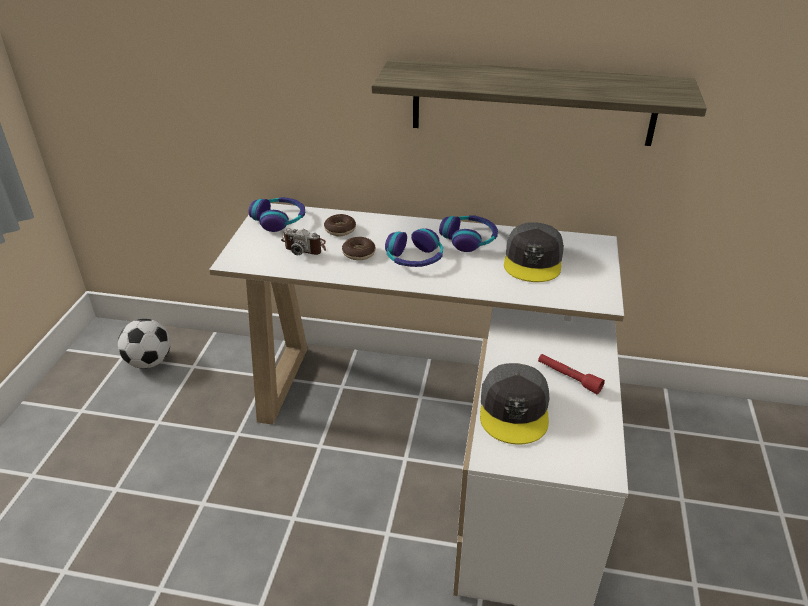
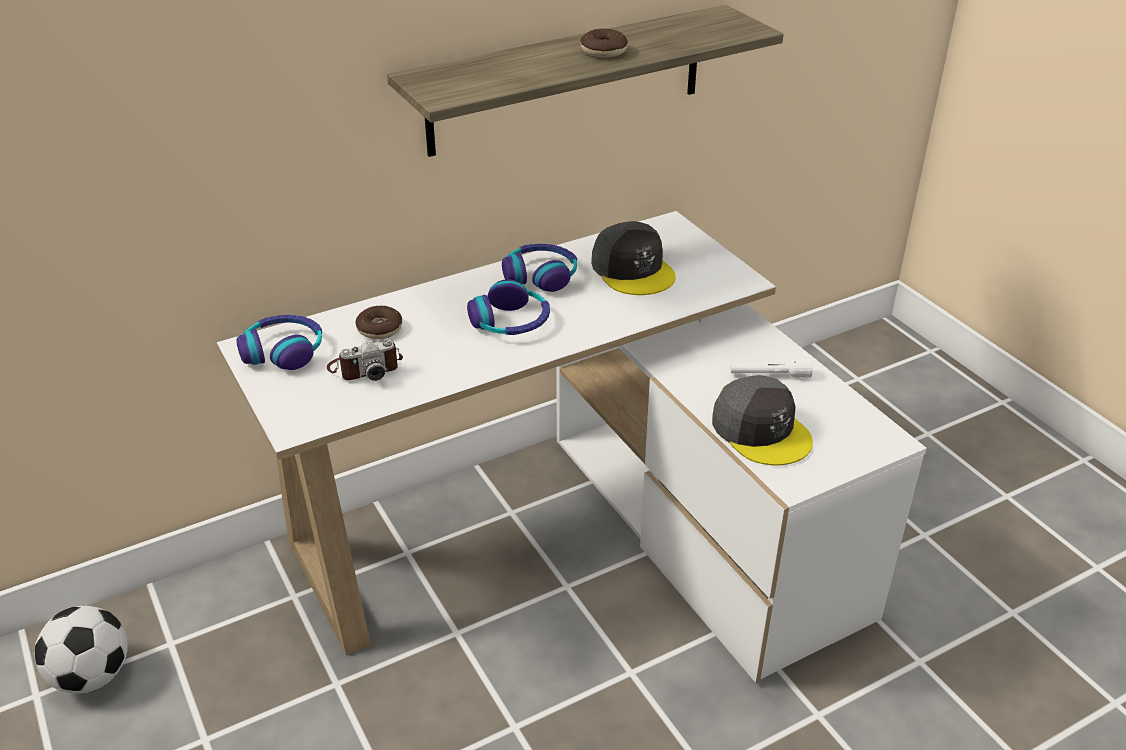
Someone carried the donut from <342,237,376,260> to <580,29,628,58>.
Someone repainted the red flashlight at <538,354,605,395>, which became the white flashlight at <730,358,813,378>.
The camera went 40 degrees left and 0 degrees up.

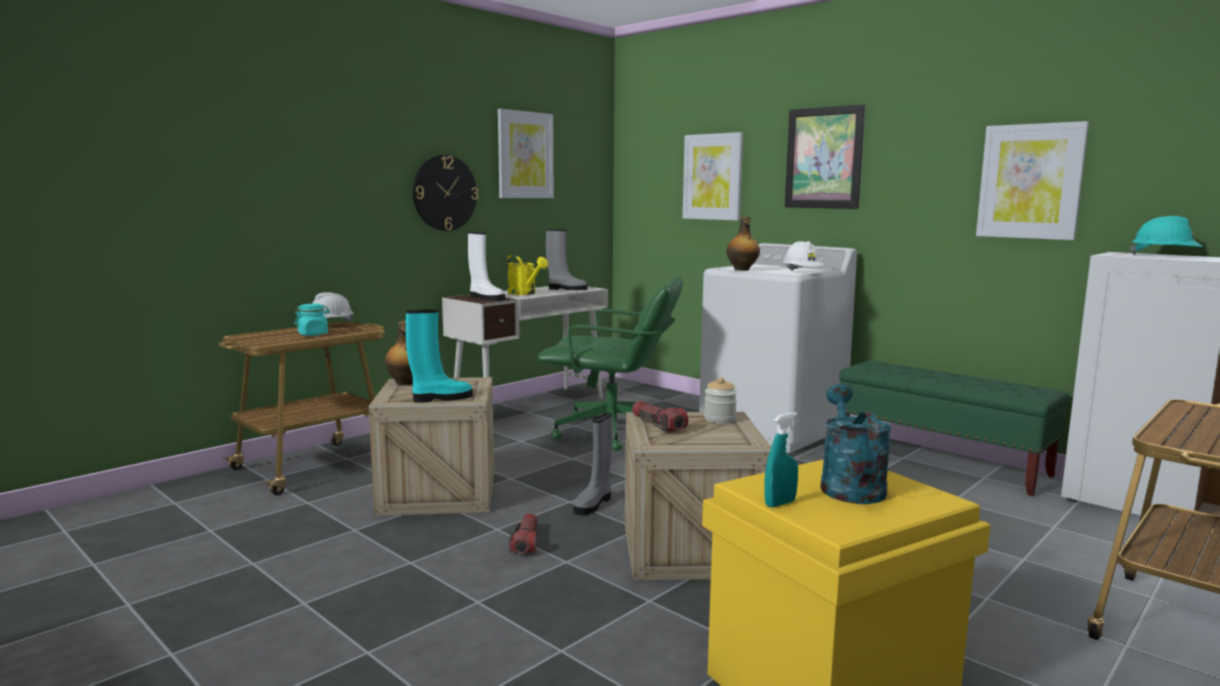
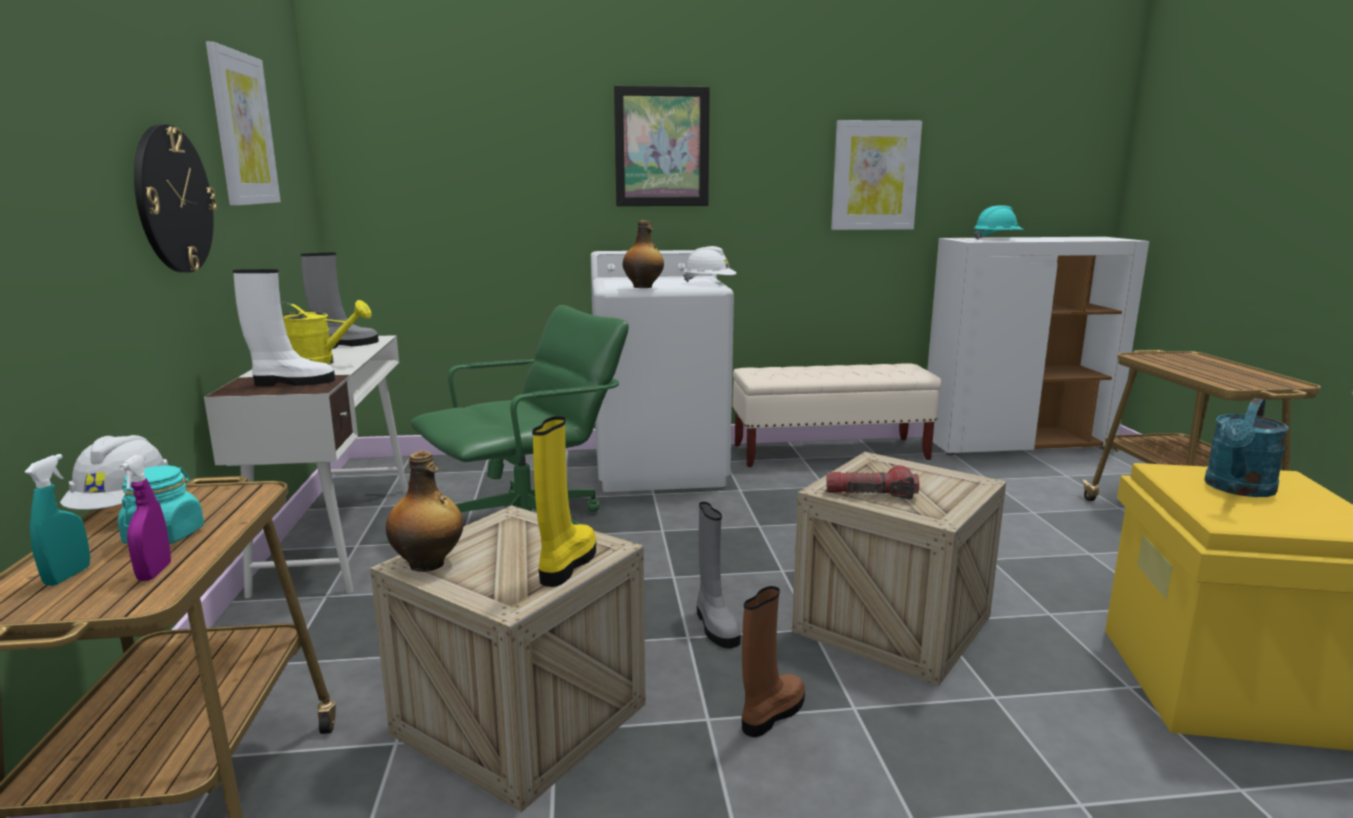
Someone repainted the turquoise boot at <406,309,473,403>, which became the yellow boot at <532,416,596,587>.
Someone swapped the flashlight at <509,513,538,554> for the brown boot at <742,586,805,737>.
Someone took away the picture at <683,132,743,221>.
Someone took away the jar at <704,377,737,423>.
Someone carried the turquoise spray bottle from <765,412,798,507> to <25,454,90,586>.
Someone rotated the turquoise watering can at <820,384,892,504> by 90 degrees counterclockwise.
Someone repainted the green bench at <837,361,1069,496>, which became the beige bench at <732,363,942,467>.
Someone put down the purple spray bottle at <119,455,171,581>.
The camera went 50 degrees left and 5 degrees up.

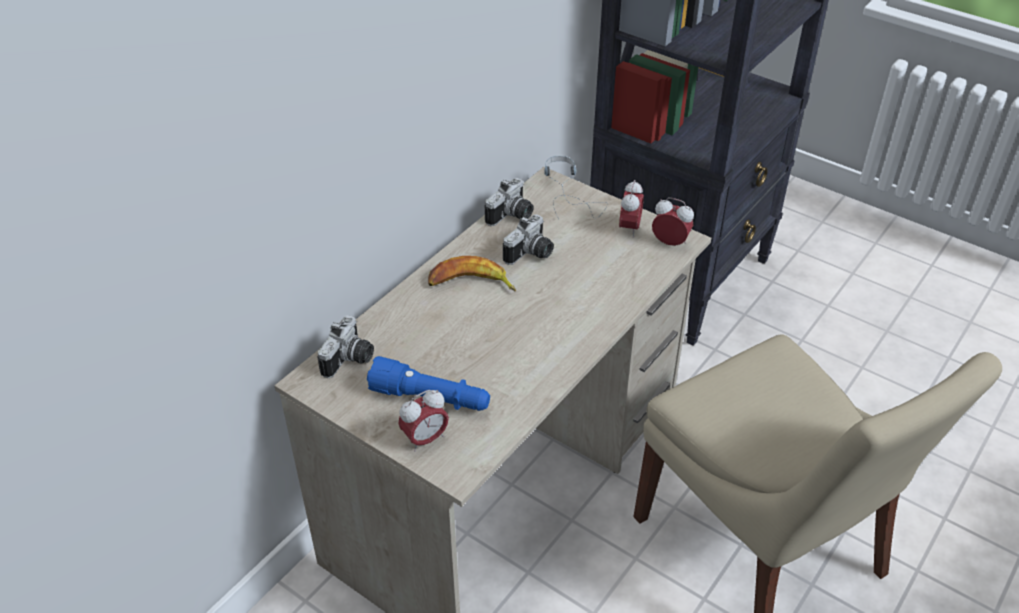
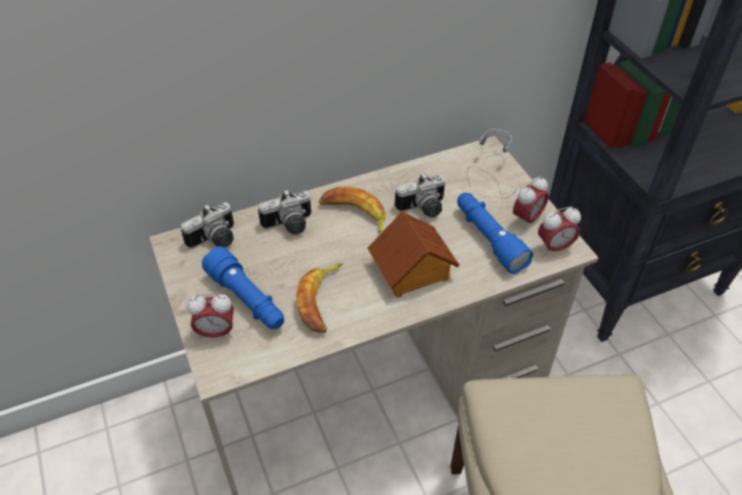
Someone carried the photo camera from <485,178,534,226> to <258,189,311,235>.
Someone rotated the alarm clock at <652,197,694,246> by 105 degrees clockwise.
Someone put down the banana at <296,263,344,333>.
Someone put down the toy house at <367,211,459,298>.
Someone put down the blue flashlight at <457,193,534,274>.
The camera went 30 degrees right and 5 degrees up.

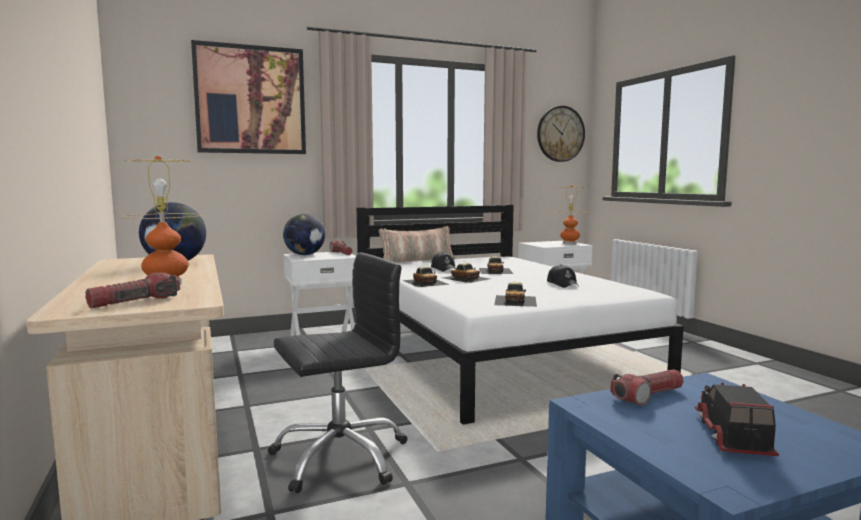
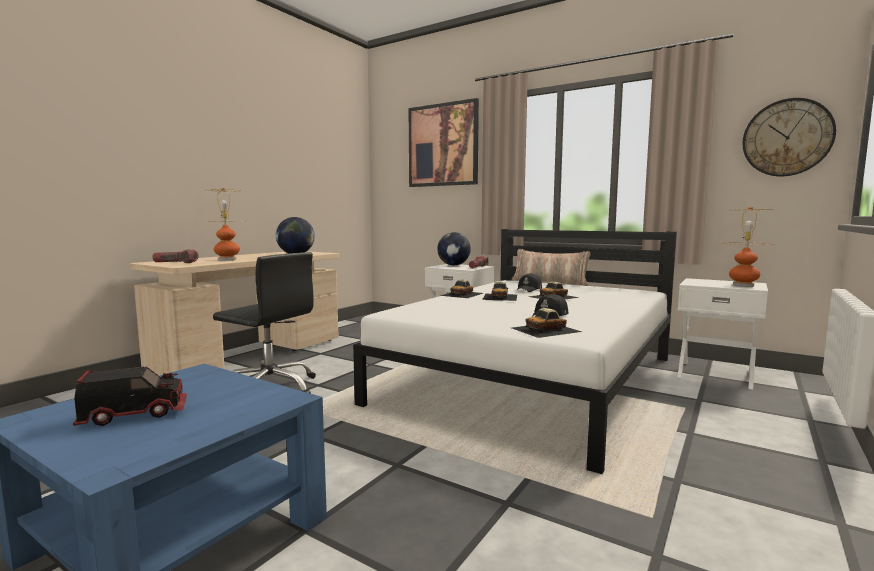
Someone carried the toy car from <494,282,537,307> to <512,308,582,338>.
Someone took away the flashlight at <610,369,684,405>.
The camera went 55 degrees right and 0 degrees up.

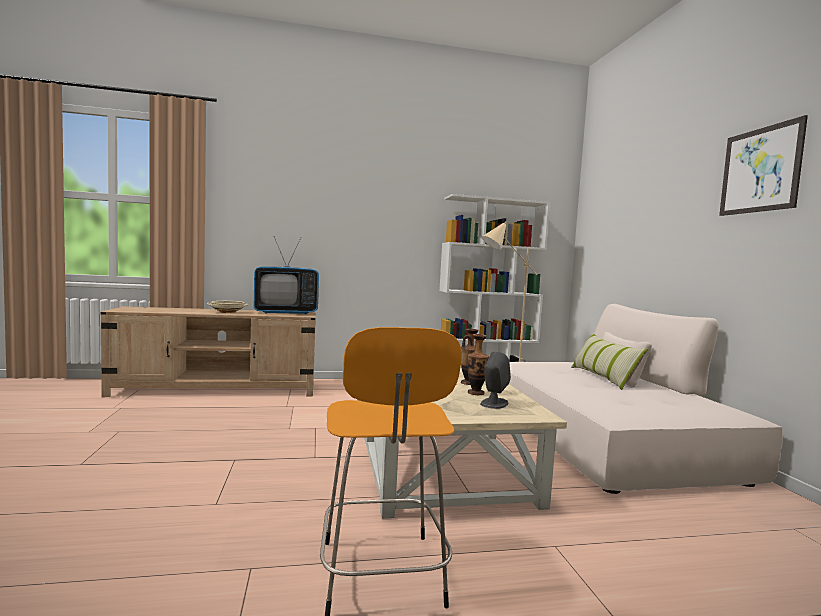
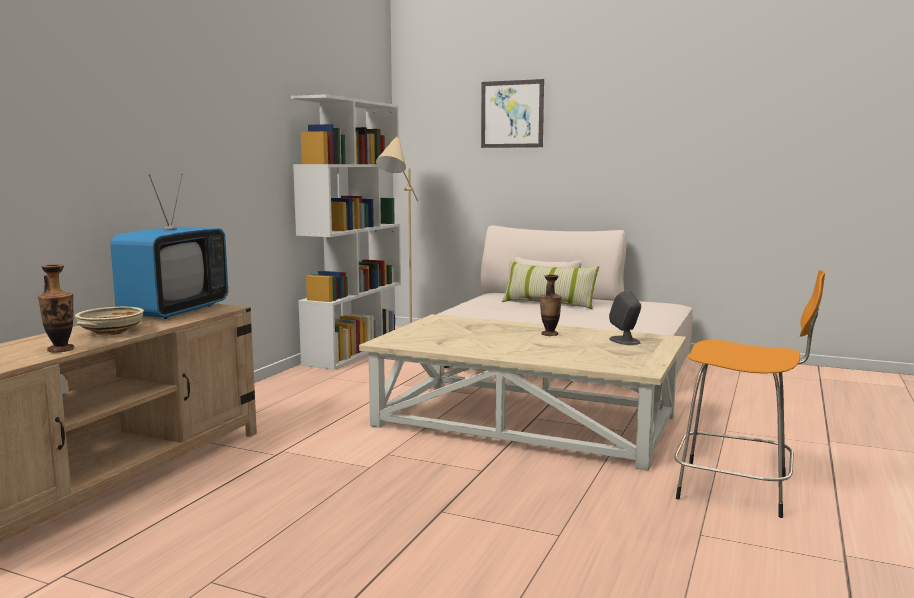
Someone carried the vase from <468,334,489,395> to <38,264,74,352>.
Someone carried the picture from <719,115,808,216> to <481,79,544,148>.
The camera went 55 degrees left and 5 degrees up.

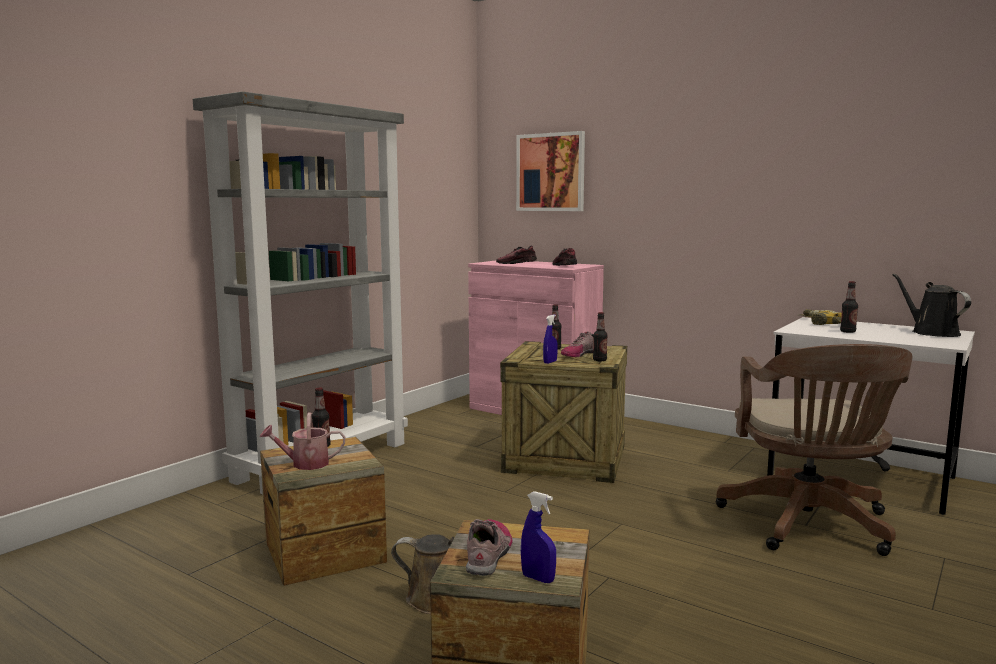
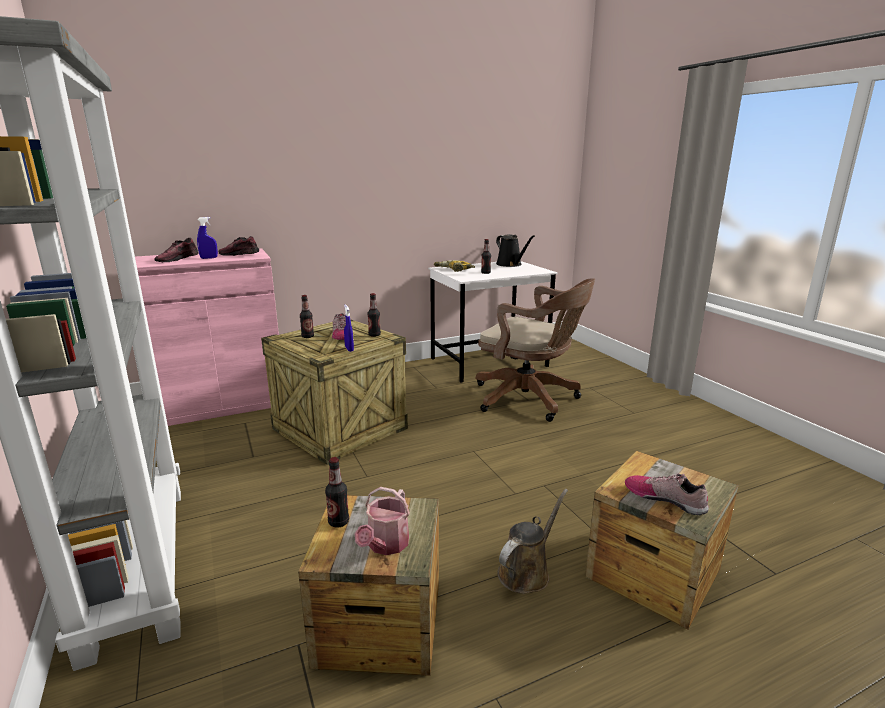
Someone took away the picture at <516,131,585,211>.
Someone carried the blue spray bottle from <521,491,556,583> to <197,217,218,259>.
Someone rotated the black watering can at <893,274,971,337> by 135 degrees counterclockwise.
The camera went 60 degrees left and 10 degrees up.

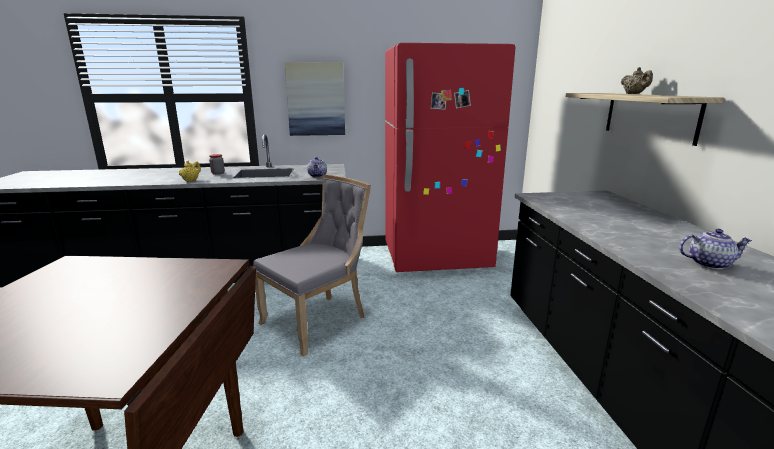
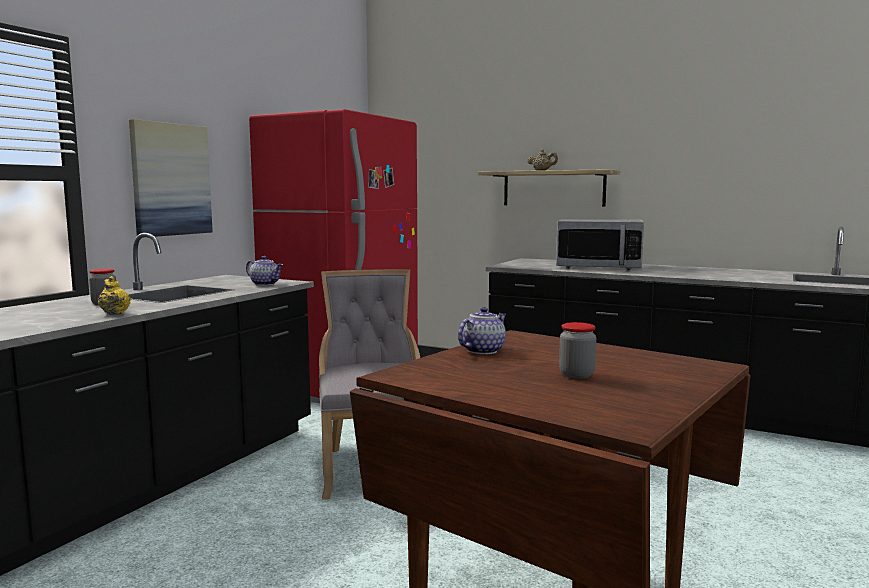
Someone carried the teapot from <679,229,752,269> to <458,307,506,354>.
Someone put down the microwave at <556,219,644,270>.
Someone put down the jar at <559,322,596,379>.
The camera went 55 degrees left and 10 degrees down.

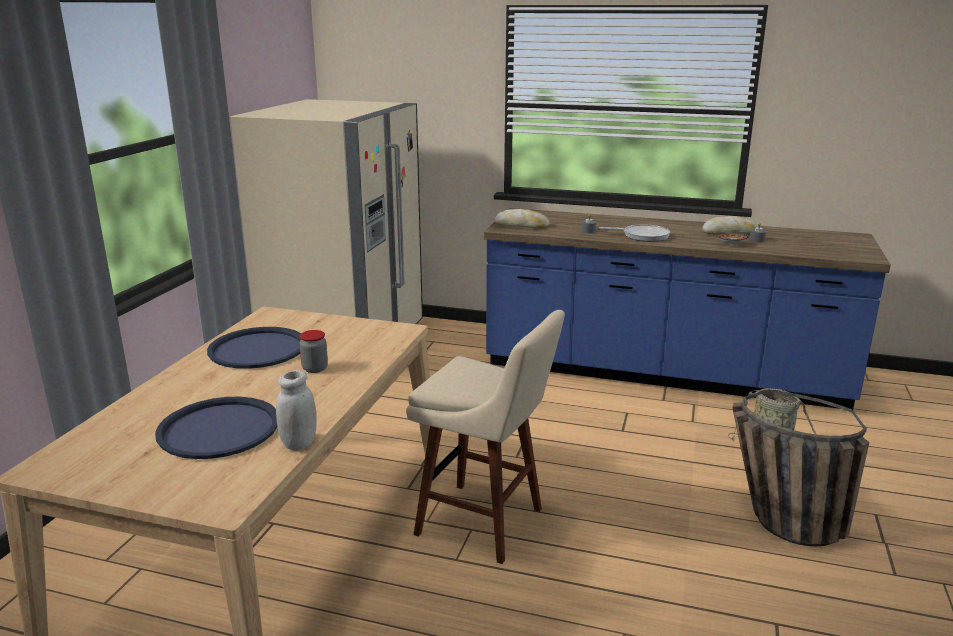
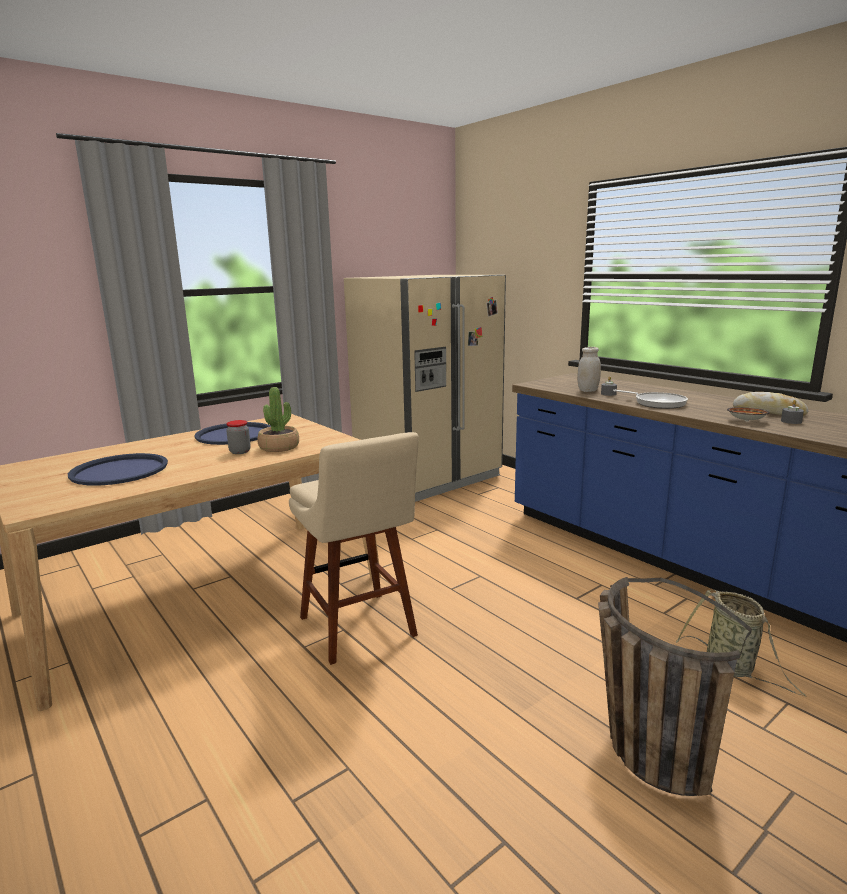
Someone carried the white jar from <276,370,317,451> to <577,347,601,392>.
Someone took away the bread at <495,209,549,229>.
Someone put down the potted plant at <257,387,299,452>.
The camera went 35 degrees right and 5 degrees down.

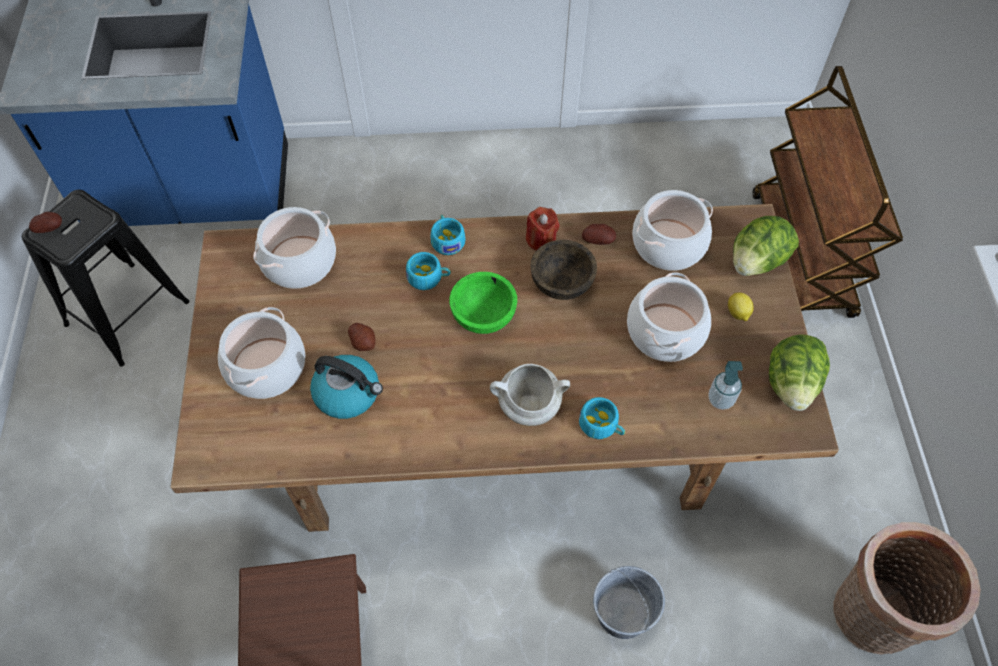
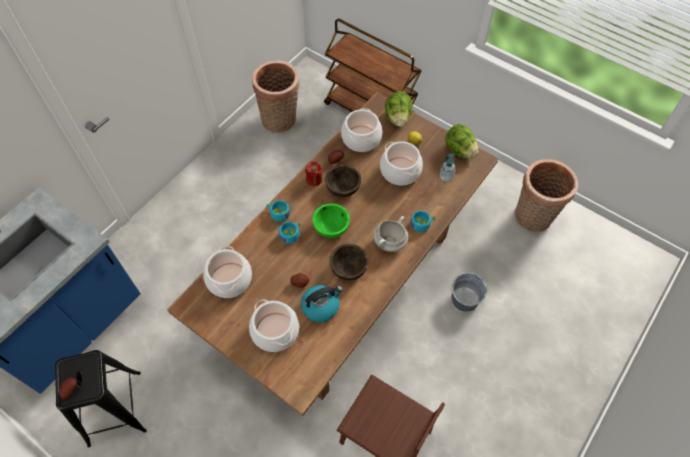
Someone put down the basket at <252,61,299,133>.
Someone put down the brown bowl at <329,244,369,281>.
The camera went 50 degrees left and 0 degrees up.

